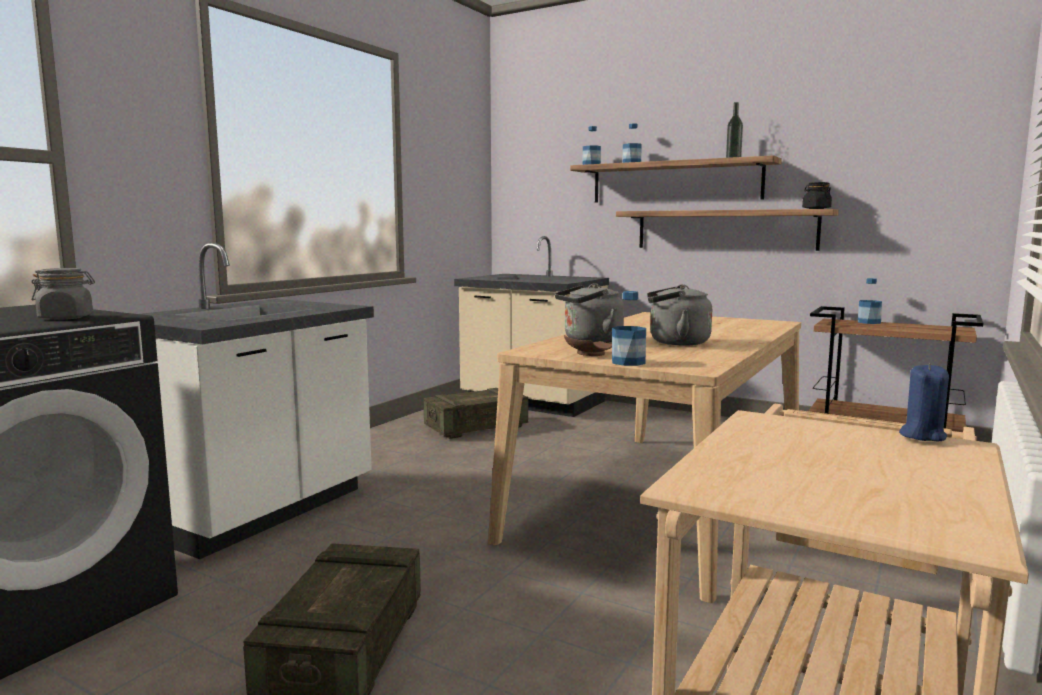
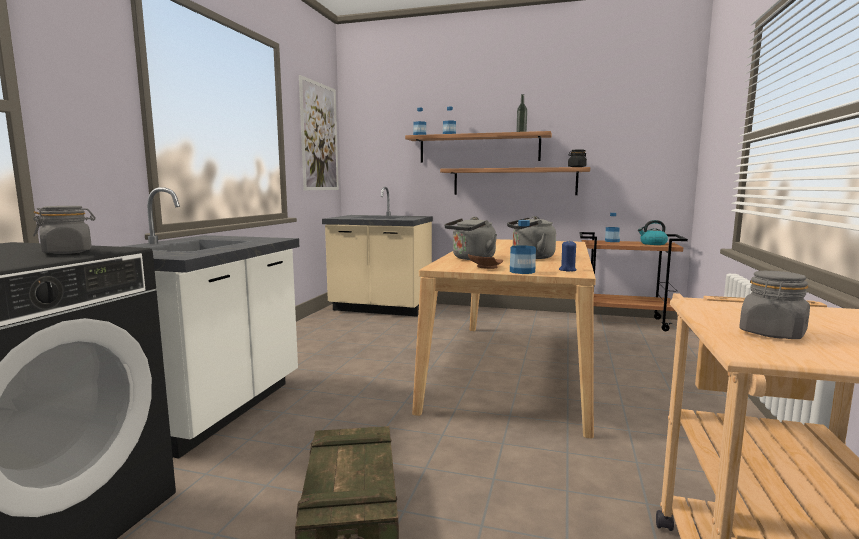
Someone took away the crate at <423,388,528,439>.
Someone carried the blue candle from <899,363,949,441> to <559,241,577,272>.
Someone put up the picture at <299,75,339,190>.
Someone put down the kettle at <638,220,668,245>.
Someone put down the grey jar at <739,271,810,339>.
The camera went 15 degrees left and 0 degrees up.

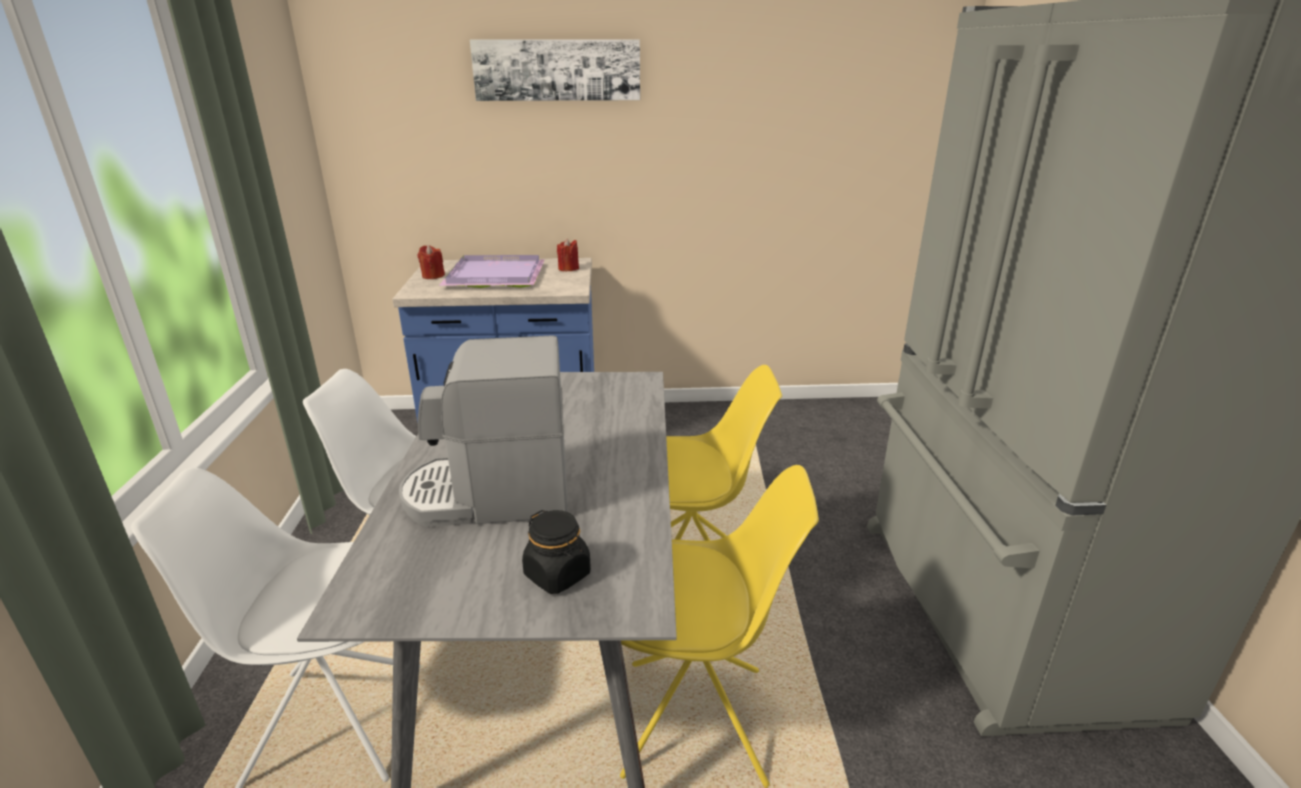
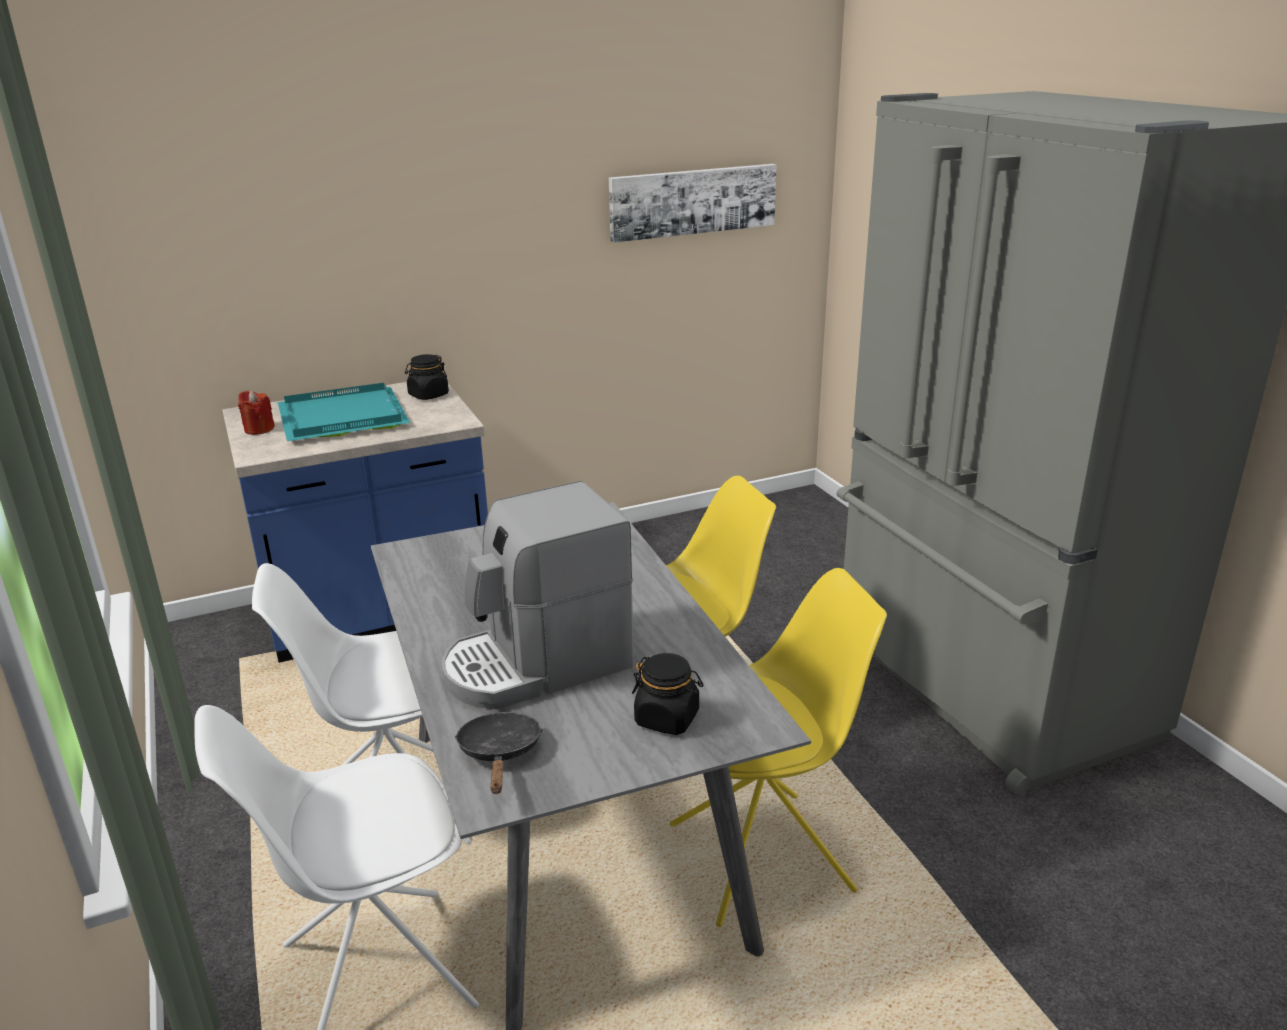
Someone repainted the purple tray at <439,255,545,288>, which became the turquoise tray at <278,383,410,441>.
Someone carried the picture from <470,39,640,101> to <609,164,777,243>.
Someone swapped the red candle at <557,238,579,271> for the black jar at <405,354,449,400>.
Someone put down the black frying pan at <455,712,543,794>.
The camera went 20 degrees left and 0 degrees up.

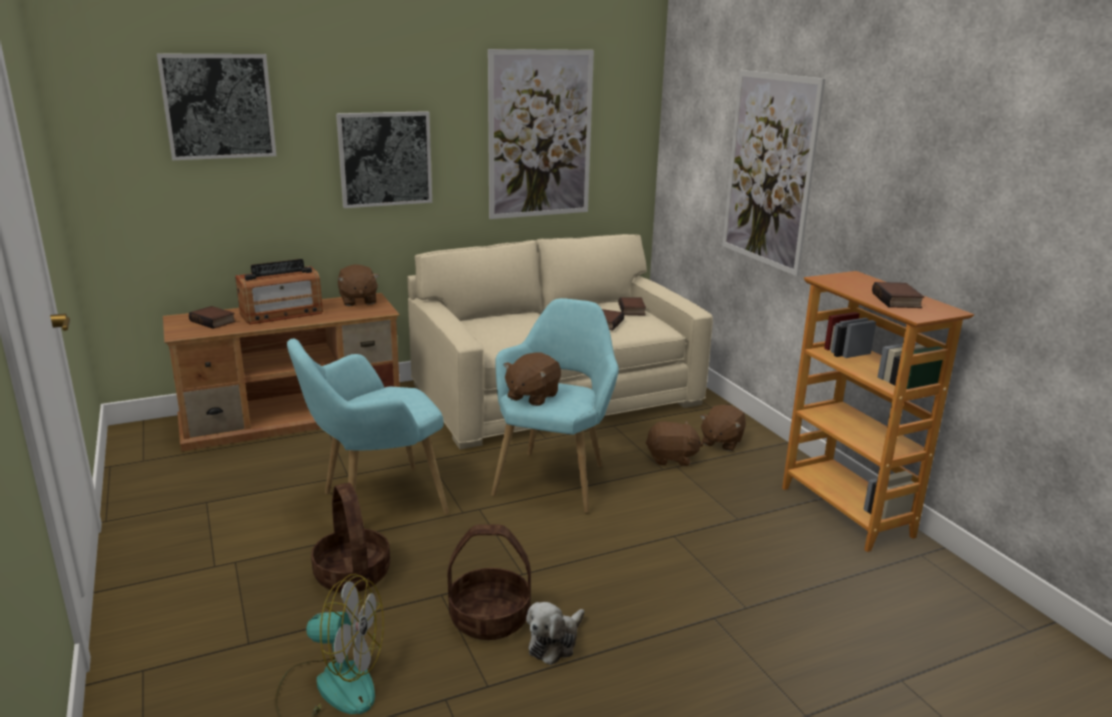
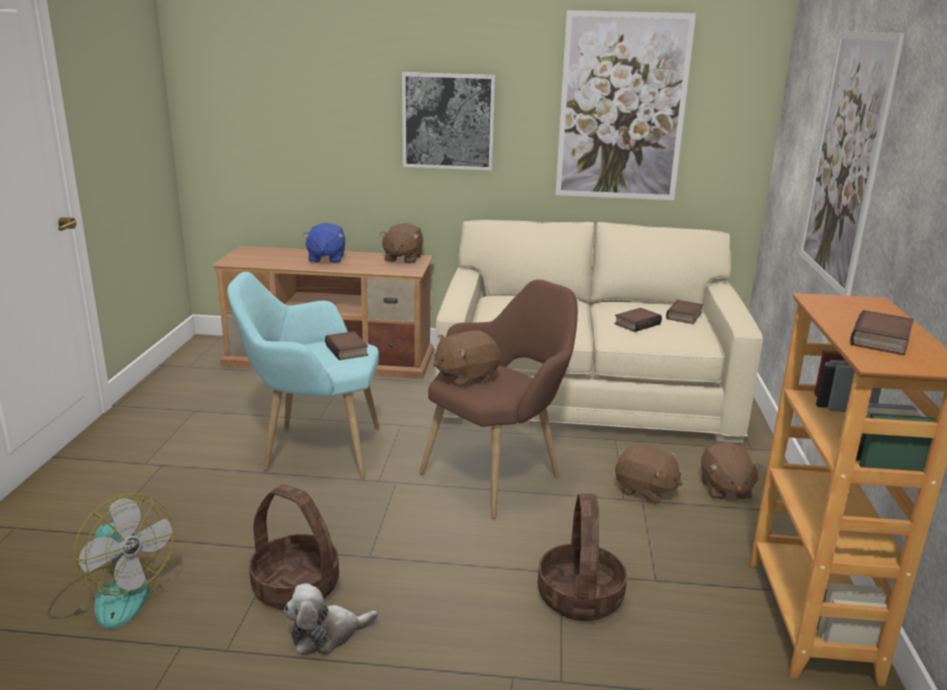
Someone took away the picture at <157,54,276,160>.
Someone carried the book from <189,306,236,329> to <325,331,368,360>.
Someone swapped the radio at <235,259,323,325> for the blue plush toy at <303,223,345,263>.
Someone carried the basket from <311,483,390,593> to <538,494,627,621>.
Someone repainted the turquoise armchair at <491,298,619,513>, which became the brown armchair at <419,280,578,519>.
Someone rotated the brown plush toy at <700,405,746,451> by 60 degrees counterclockwise.
The camera went 30 degrees right and 0 degrees up.

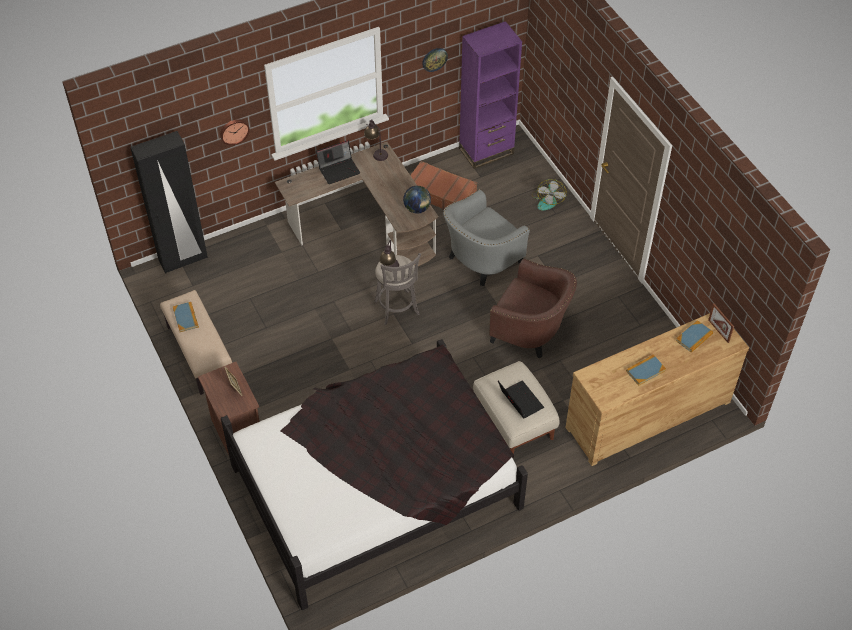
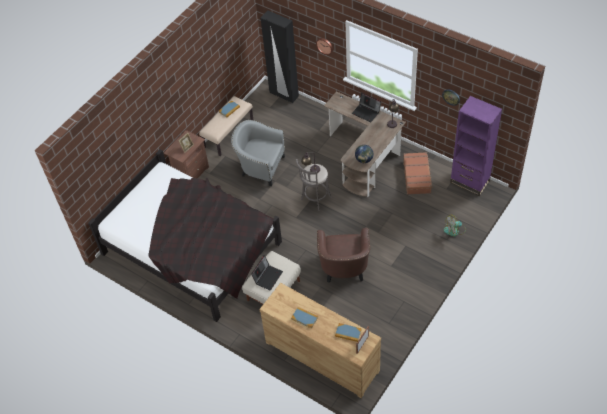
Someone carried the grey armchair from <443,189,530,286> to <231,120,285,186>.
The camera went 65 degrees right and 0 degrees up.

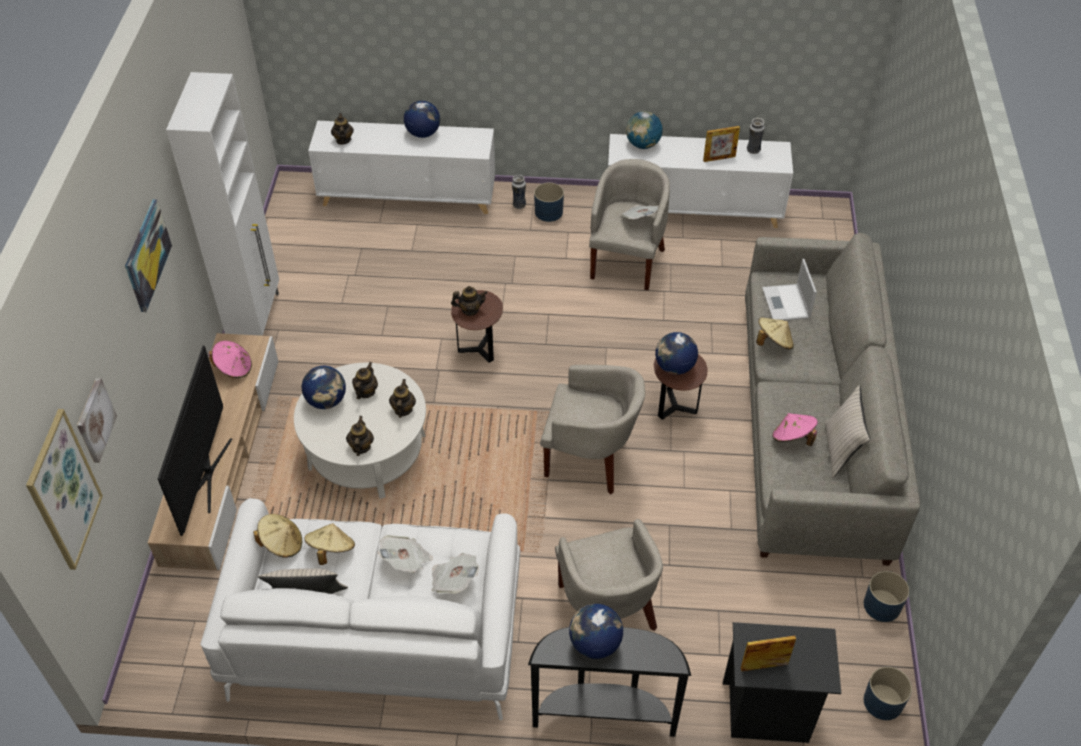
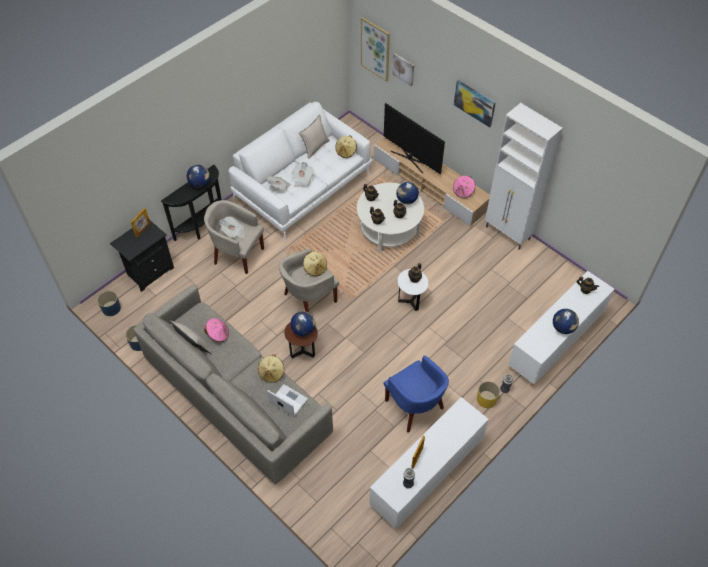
Someone carried the beige hat from <304,523,355,565> to <303,251,327,276>.
Someone repainted the brown side table at <451,290,503,363>, which became the white side table at <398,269,428,311>.
Someone repainted the blue planter at <534,183,564,222>, which became the yellow planter at <477,381,500,408>.
Someone repainted the beige armchair at <589,159,670,290>, which became the blue armchair at <383,356,449,432>.
Someone carried the newspaper from <621,205,658,219> to <220,217,244,238>.
Someone took away the globe at <626,111,663,149>.
The camera went 130 degrees right and 5 degrees up.

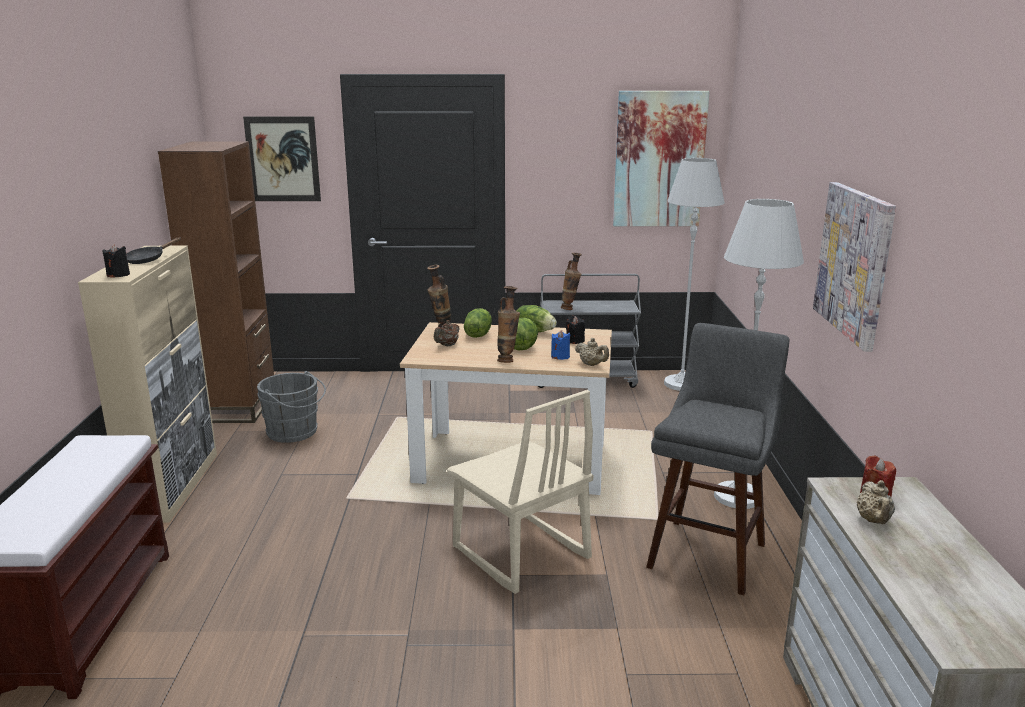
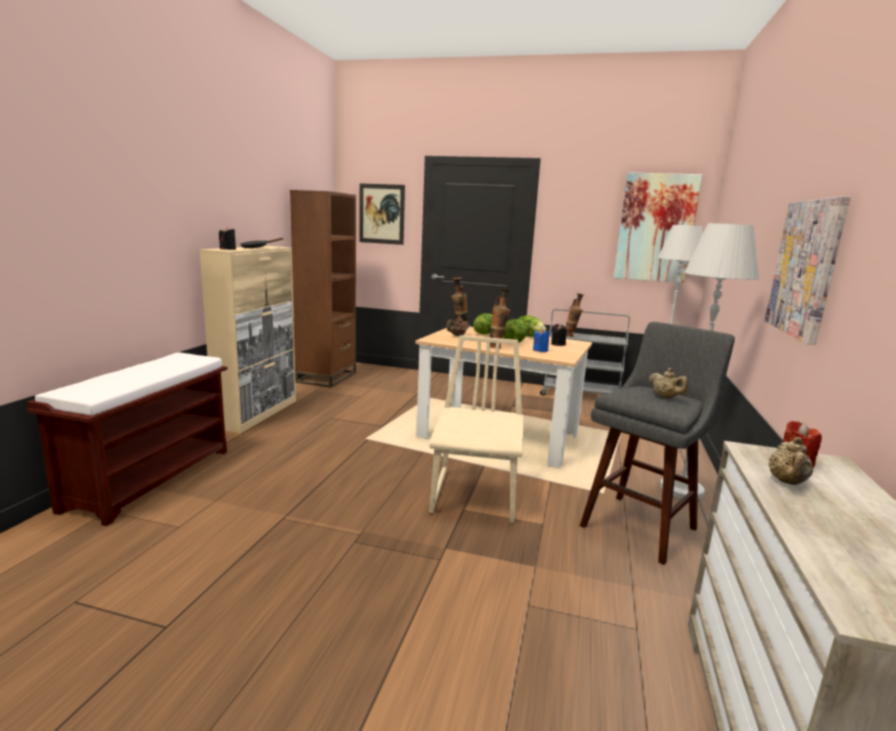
Someone took away the grey bucket at <257,371,326,443>.
Someone rotated the beige chair at <447,390,593,594> by 150 degrees counterclockwise.
Someone carried the beige teapot from <575,338,609,366> to <649,368,688,398>.
The camera went 15 degrees right and 5 degrees down.

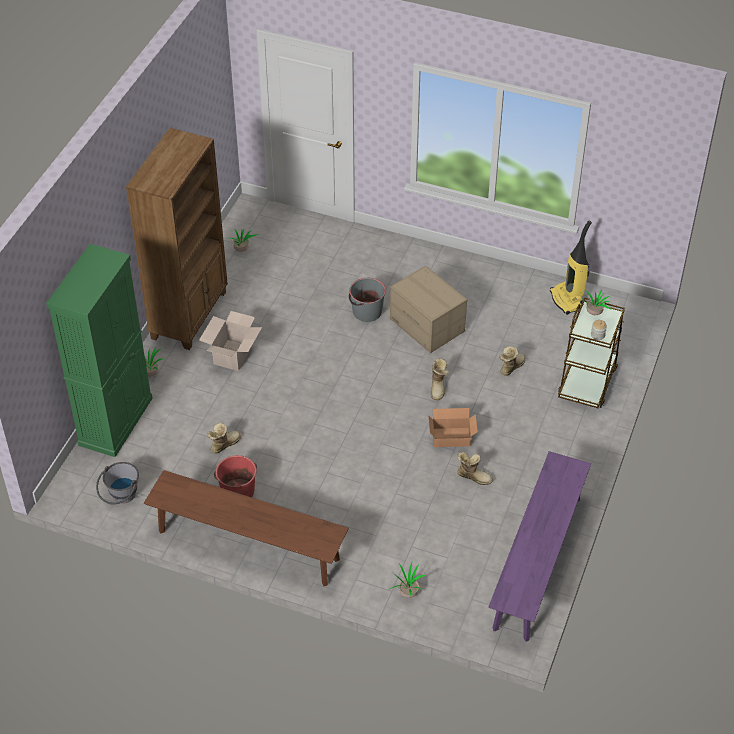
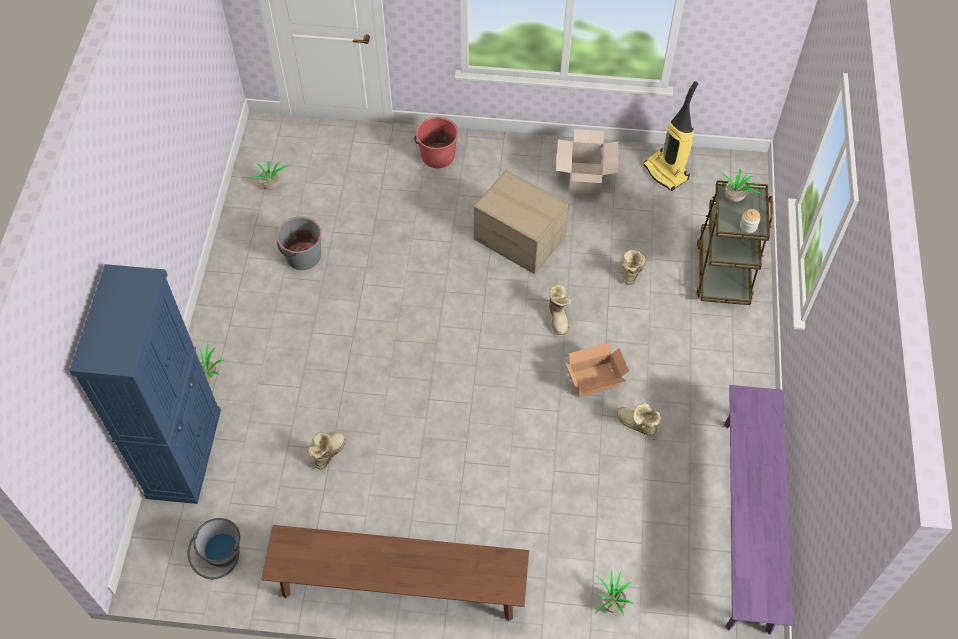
Someone repainted the green cabinet at <46,244,153,457>, which became the blue cabinet at <69,264,221,504>.
Someone took away the brown bookcase at <126,128,228,350>.
Someone carried the cardboard box from <199,311,262,371> to <556,129,619,196>.
Someone carried the red bucket from <214,455,257,497> to <414,117,458,168>.
Someone carried the grey bucket from <349,278,386,322> to <277,216,321,270>.
Someone rotated the boot at <457,452,493,485> by 150 degrees counterclockwise.
The camera went 15 degrees left and 10 degrees up.

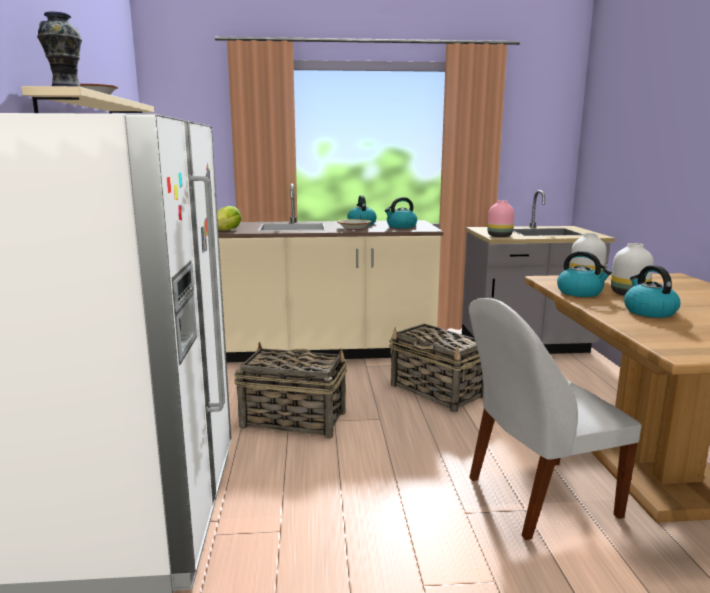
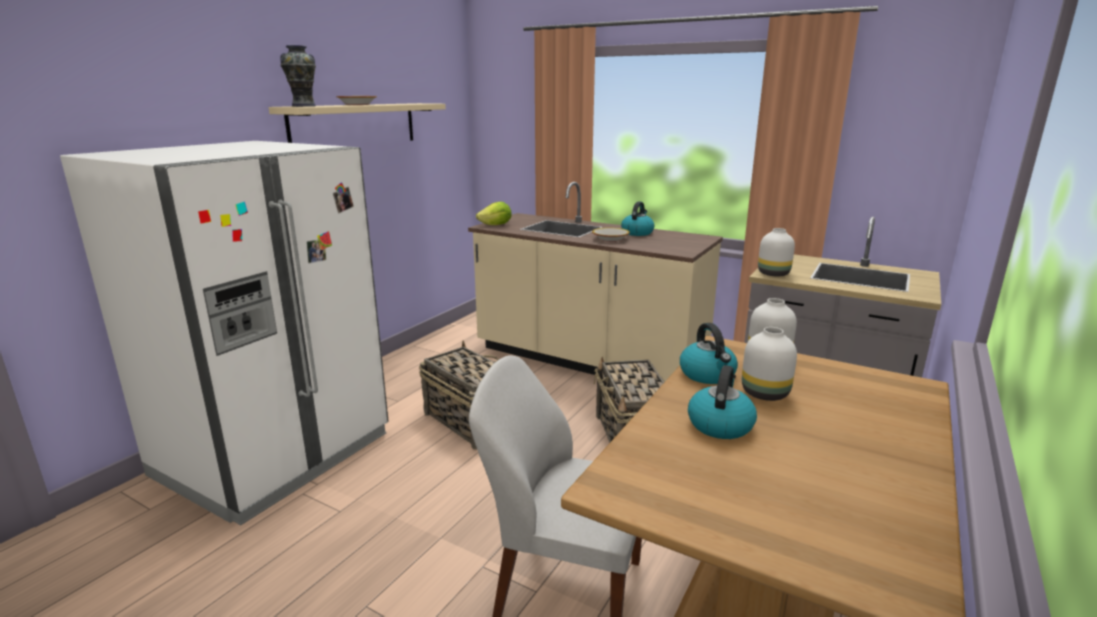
Someone took away the kettle at <385,197,417,228>.
Someone repainted the pink vase at <487,200,514,237>, which became the white vase at <758,228,795,276>.
The camera went 35 degrees right and 5 degrees up.

